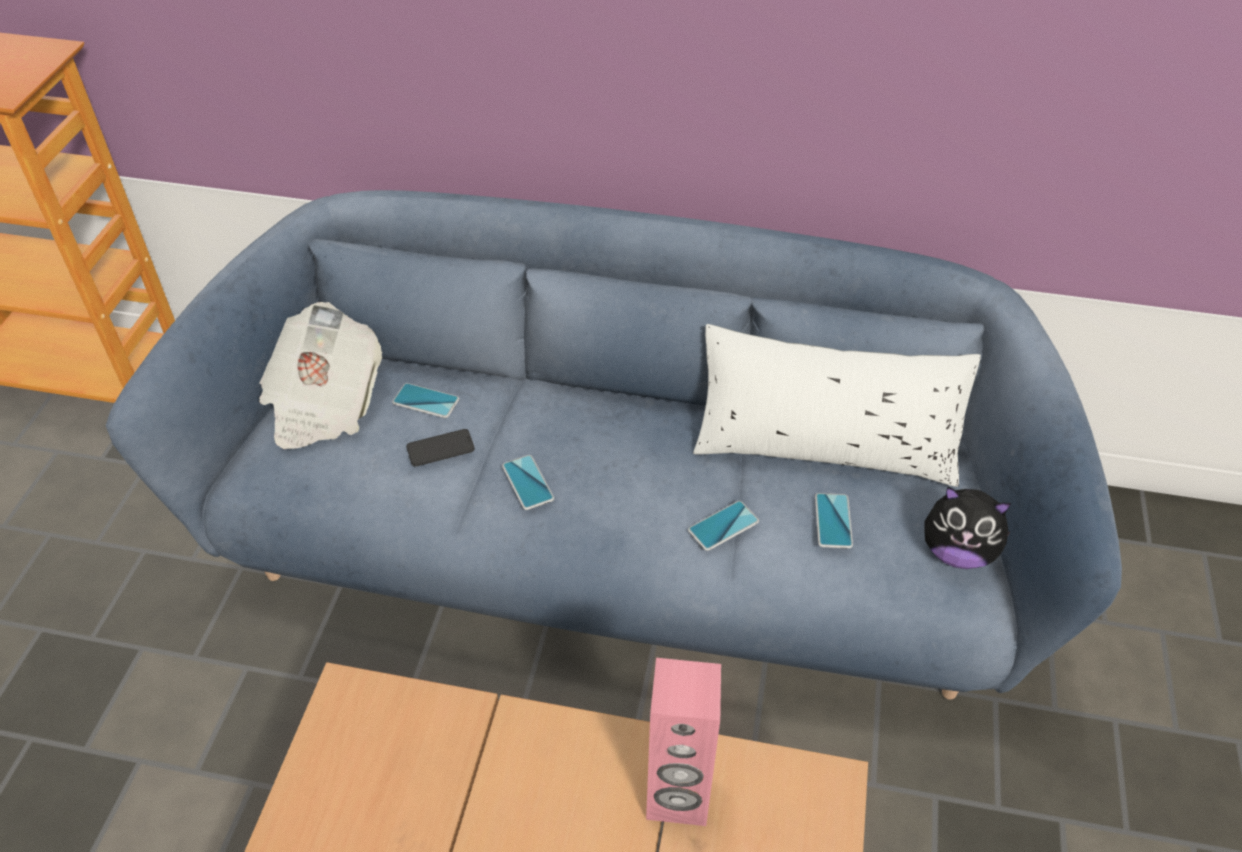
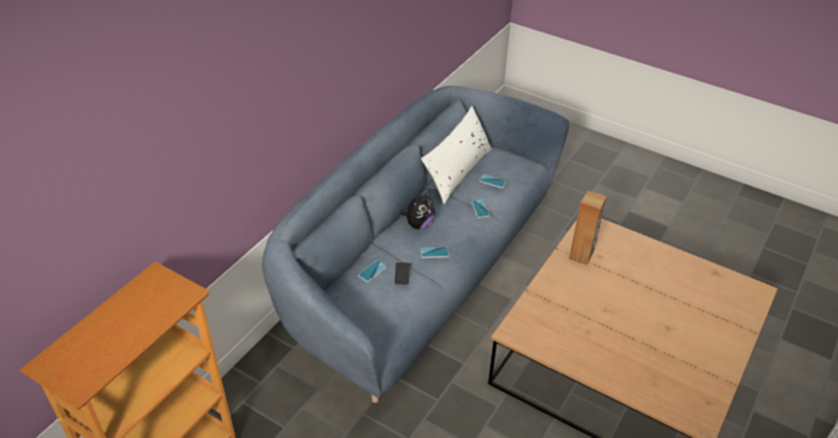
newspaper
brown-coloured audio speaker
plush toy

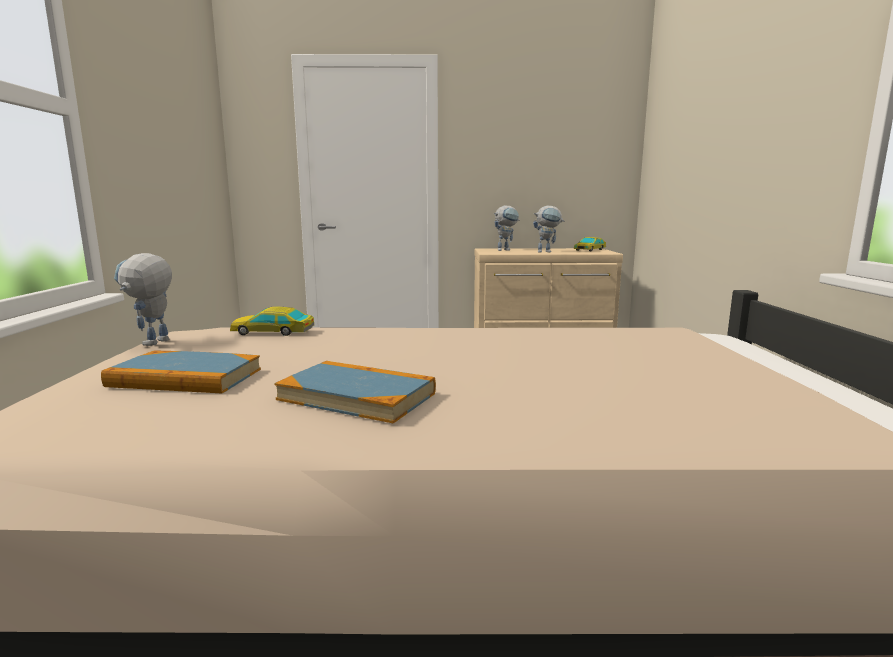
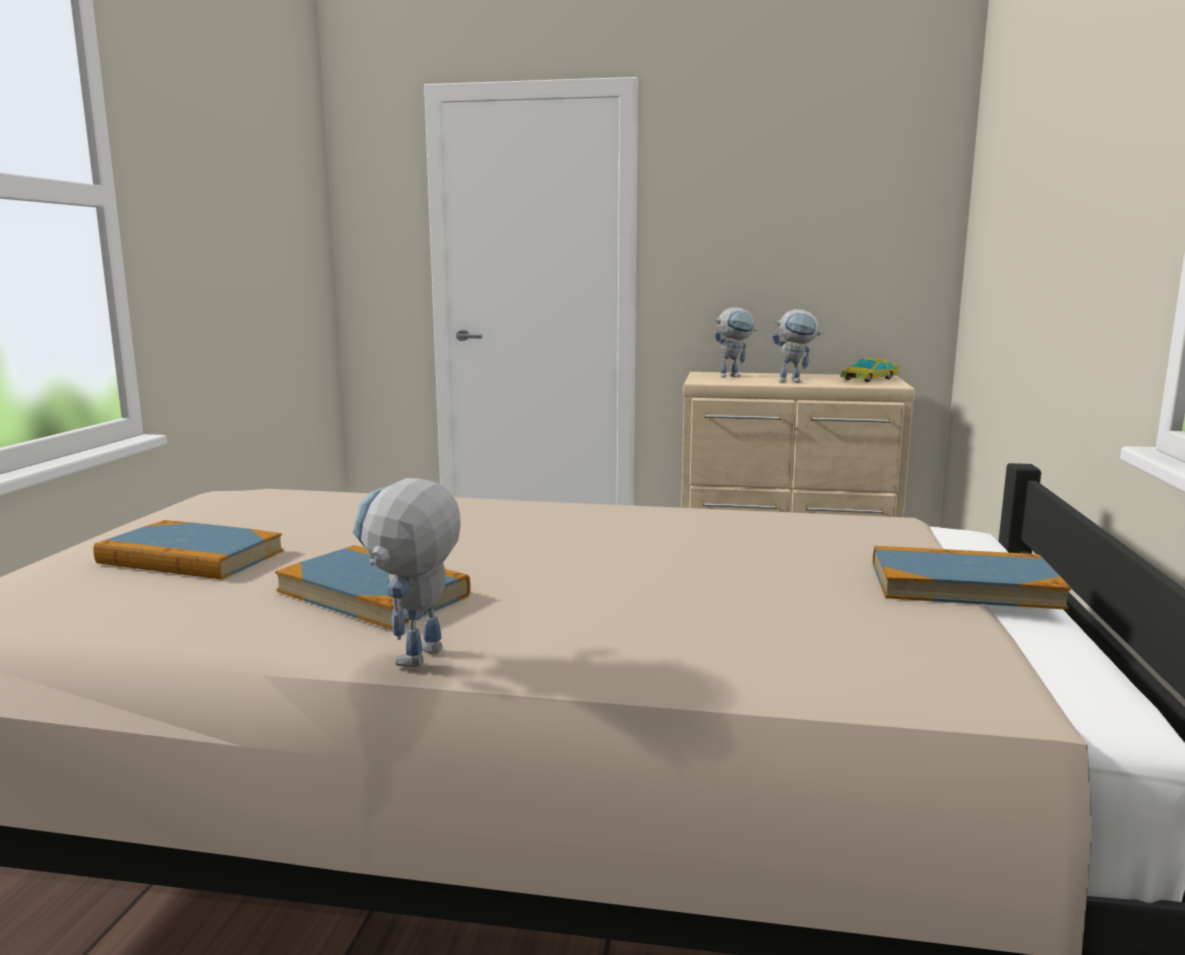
robot figure (no. 1 from left)
miniature car (no. 1 from left in the first image)
volume (no. 3 from left)

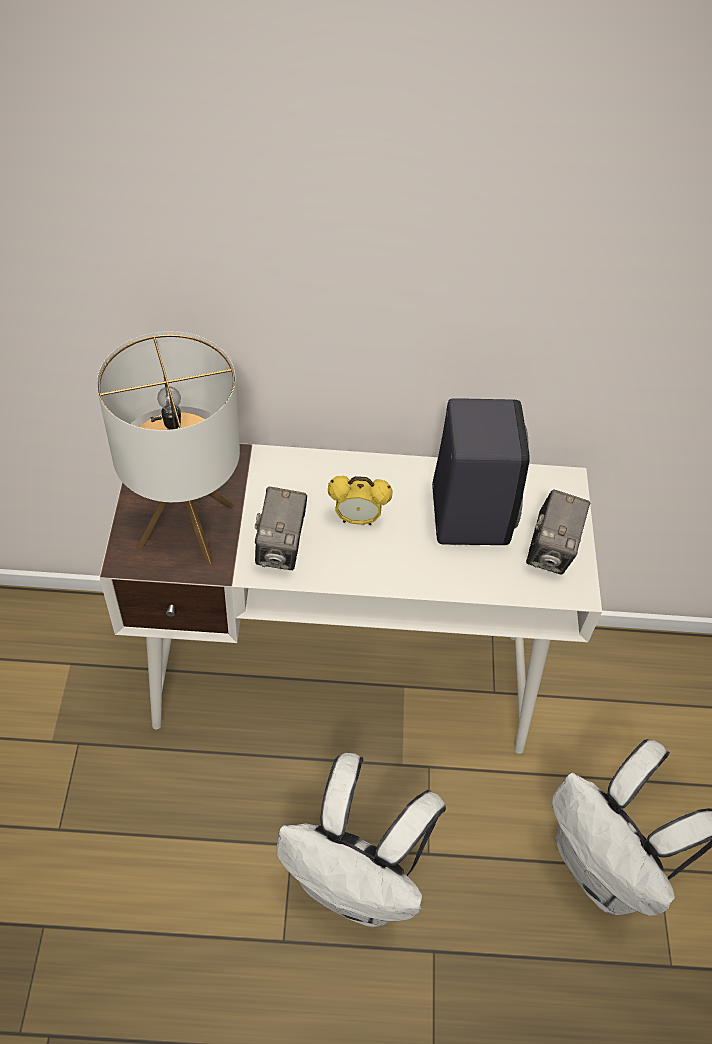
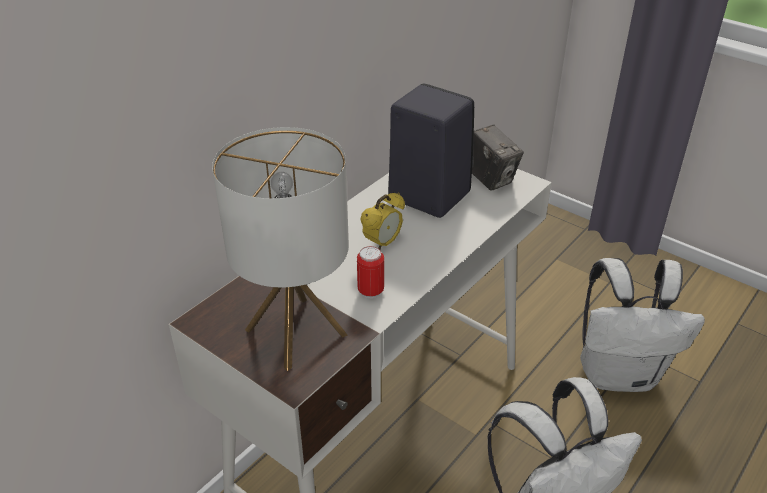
metal can

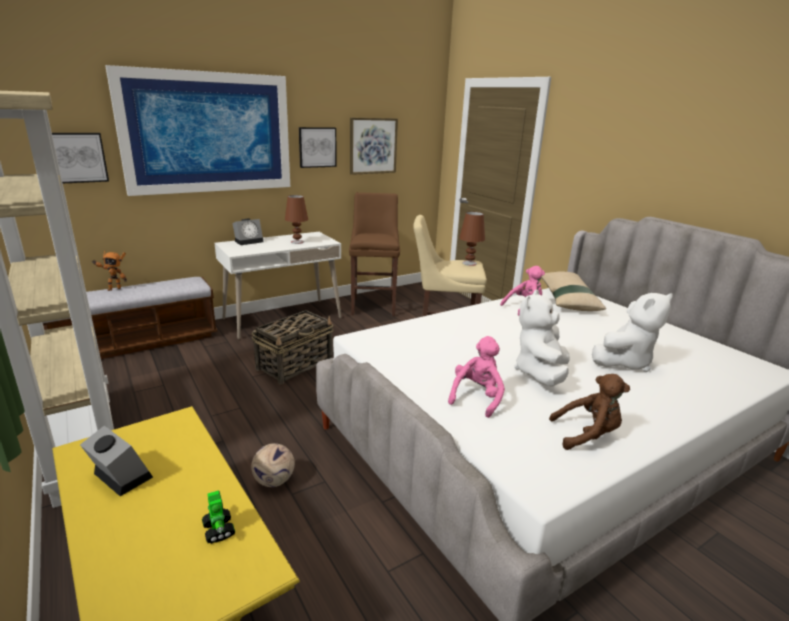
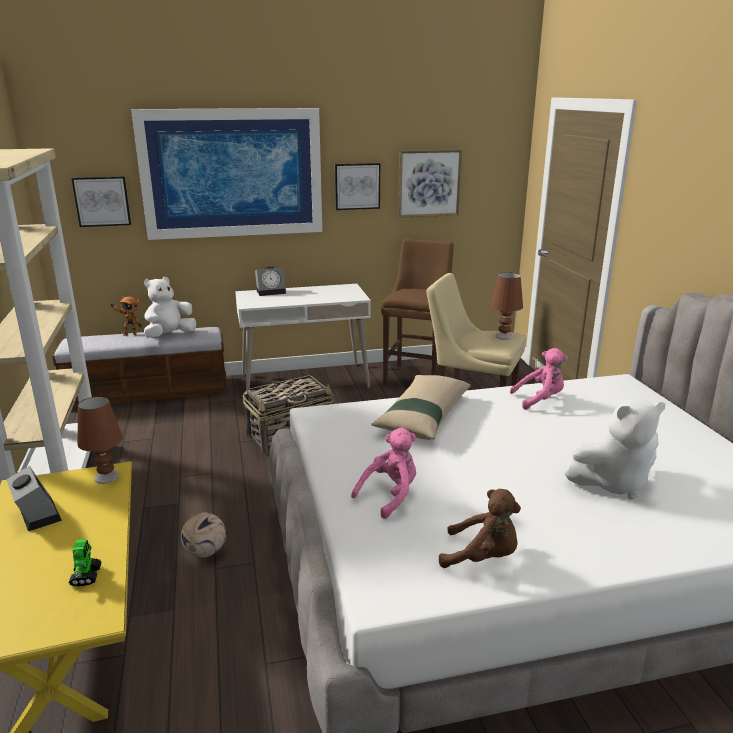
brown-coloured table lamp (no. 1 from left)
white-coloured plush toy (no. 1 from left)
beige throw pillow

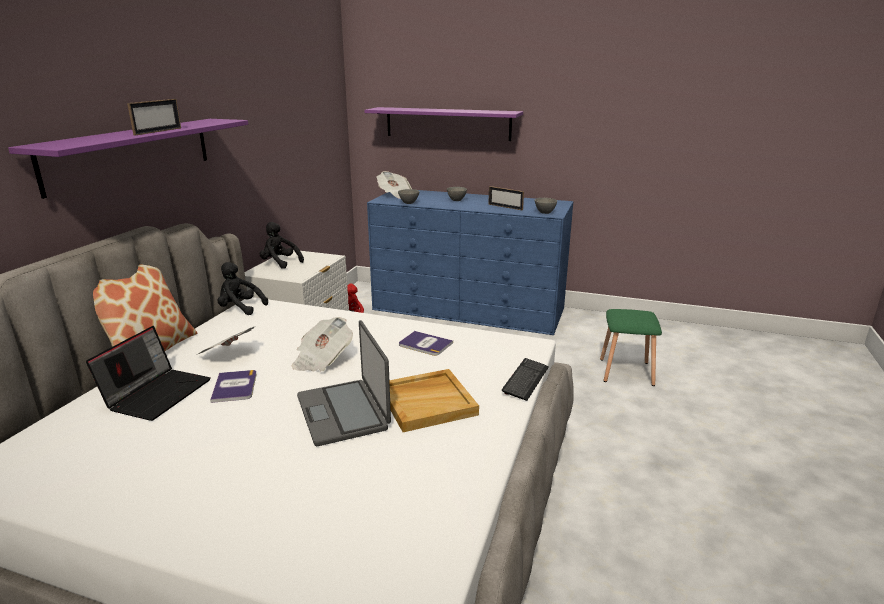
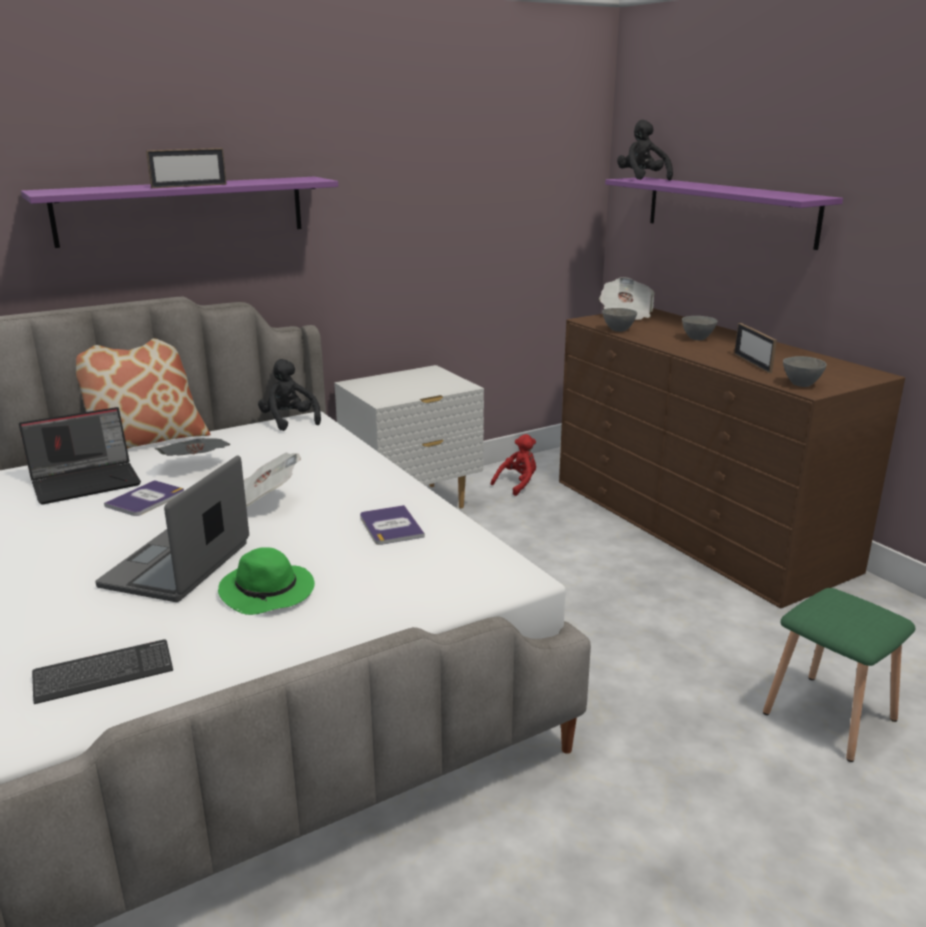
black-coloured plush toy (no. 2 from left)
brown-coloured drawer chest
greenish hat
keyboard

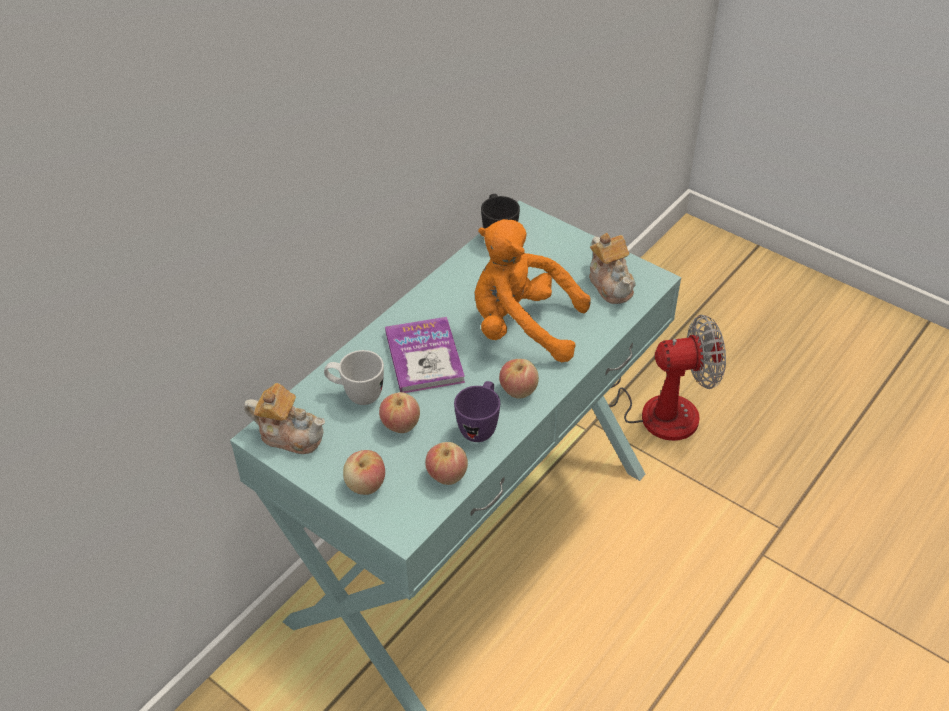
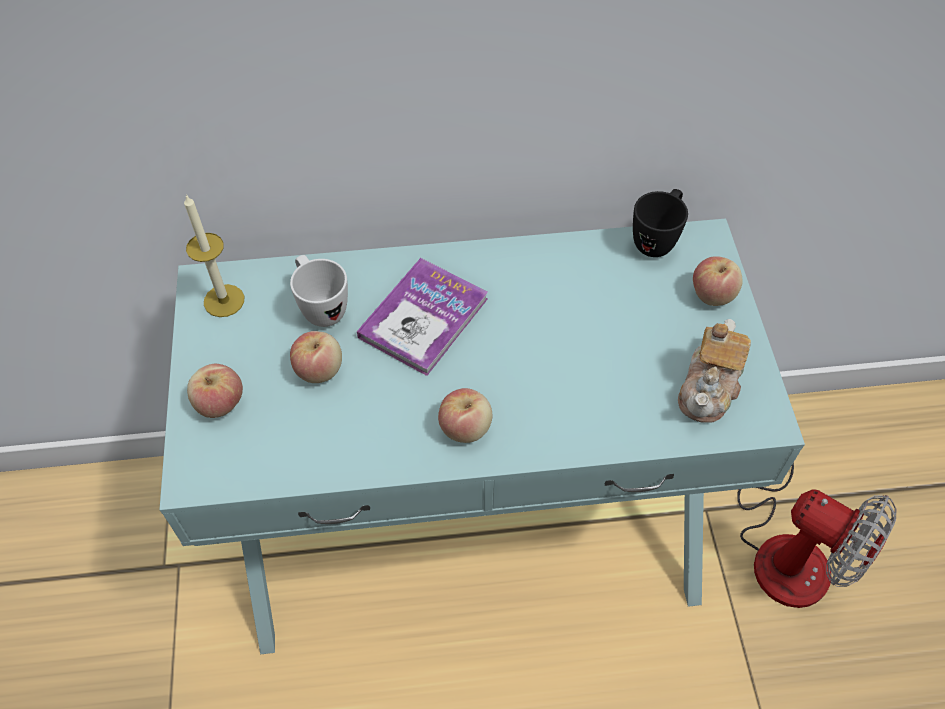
wax light
apple (no. 4 from left)
purple-coloured tea mug
orange plush toy

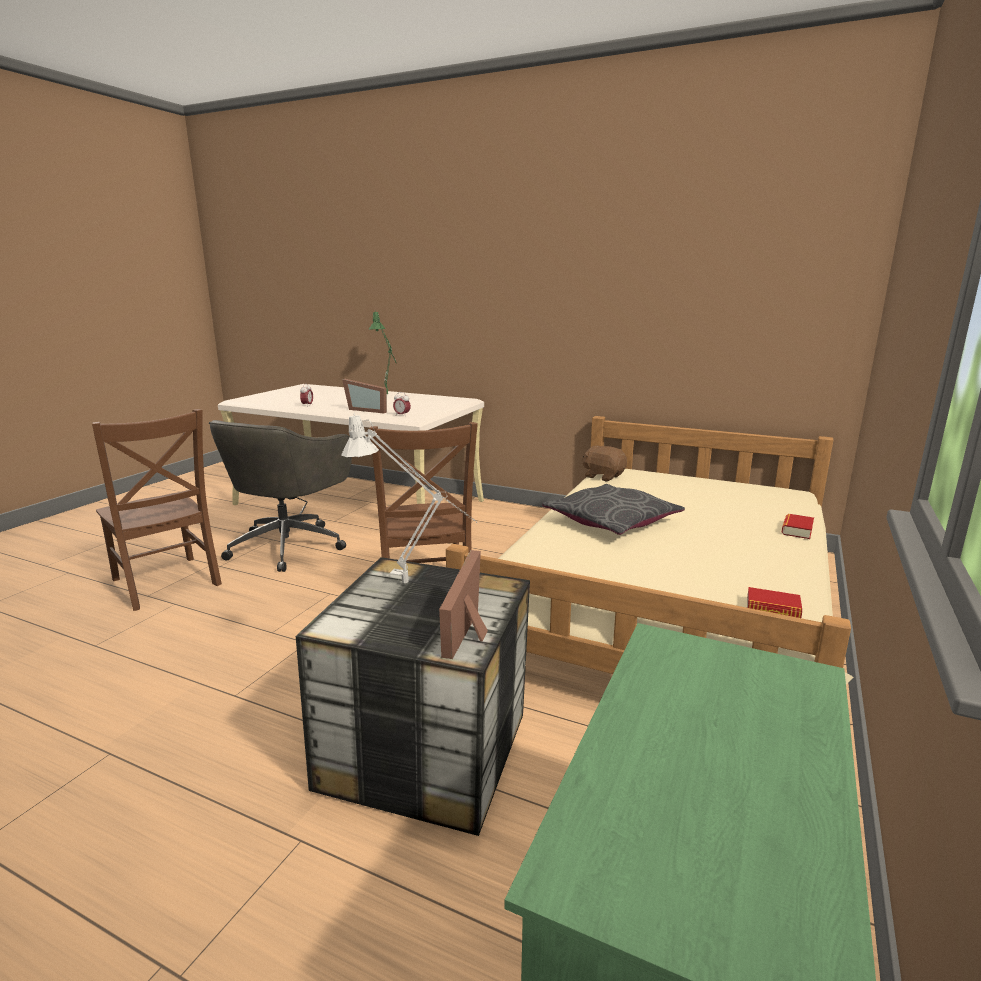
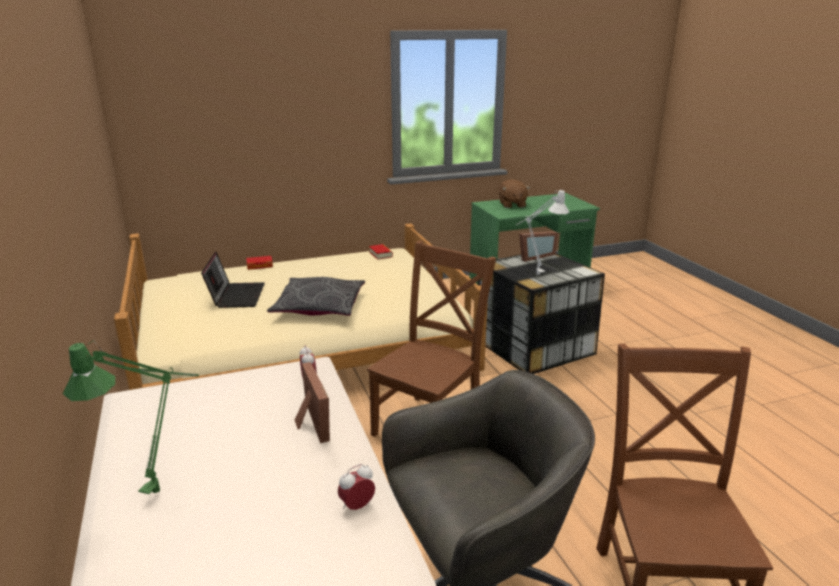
brown-coloured plush toy
laptop

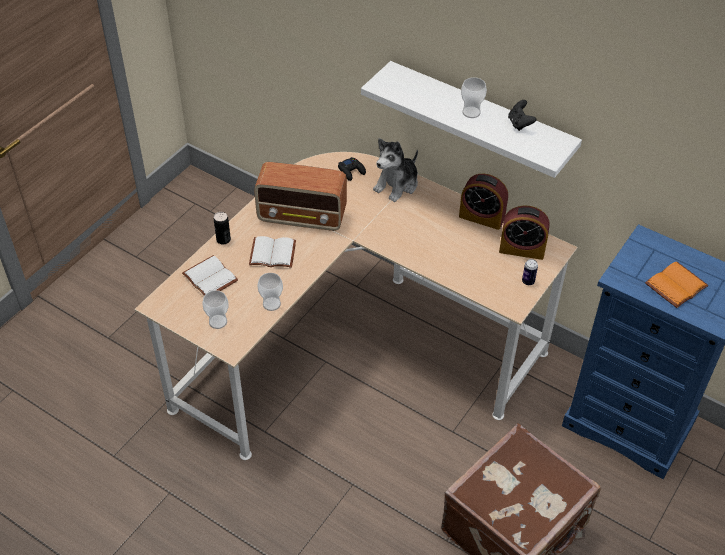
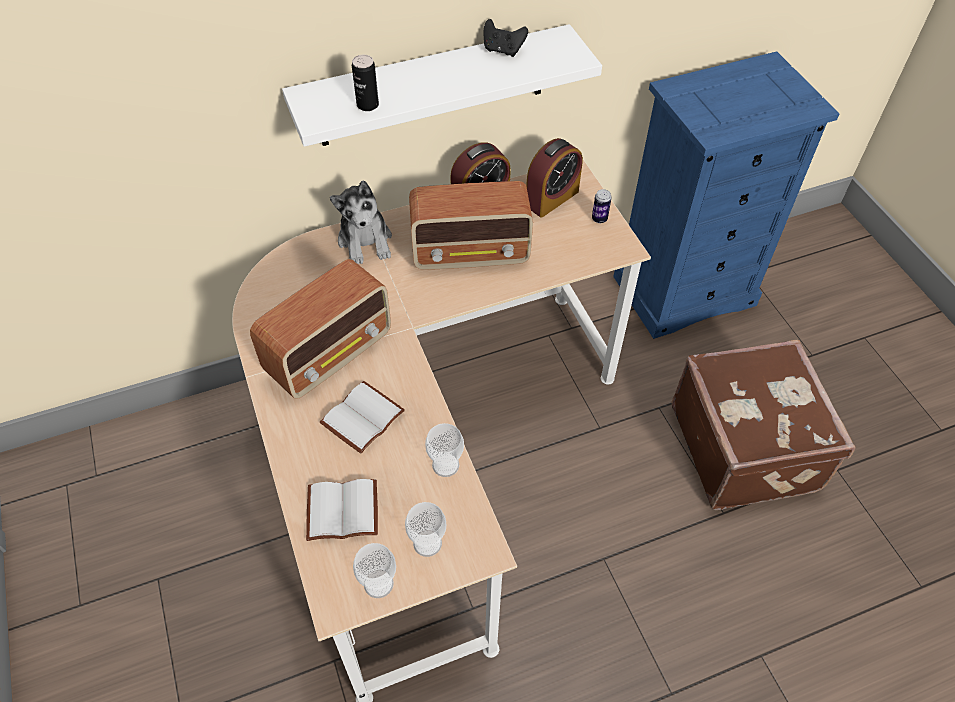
metal can (no. 1 from left)
black-coloured gamepad (no. 1 from left in the first image)
small cup (no. 1 from left)
orange volume
radio receiver (no. 2 from left)

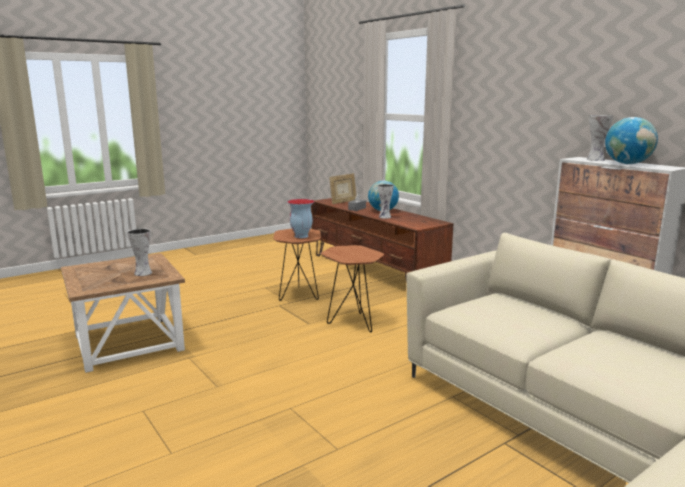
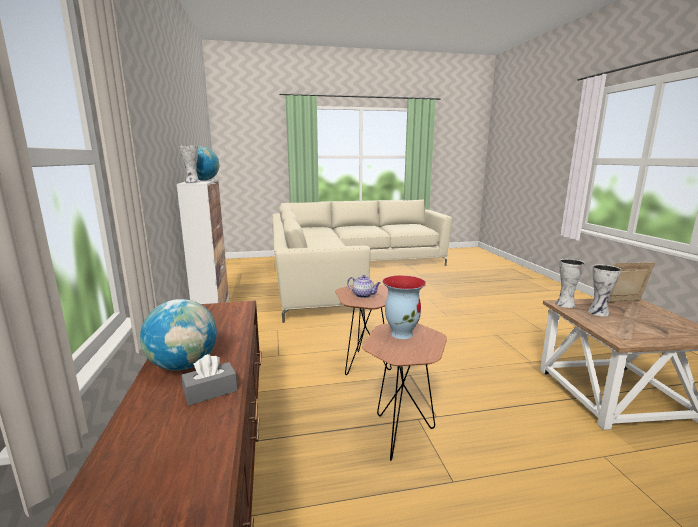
photo frame
flower vase (no. 3 from left)
pot for tea

